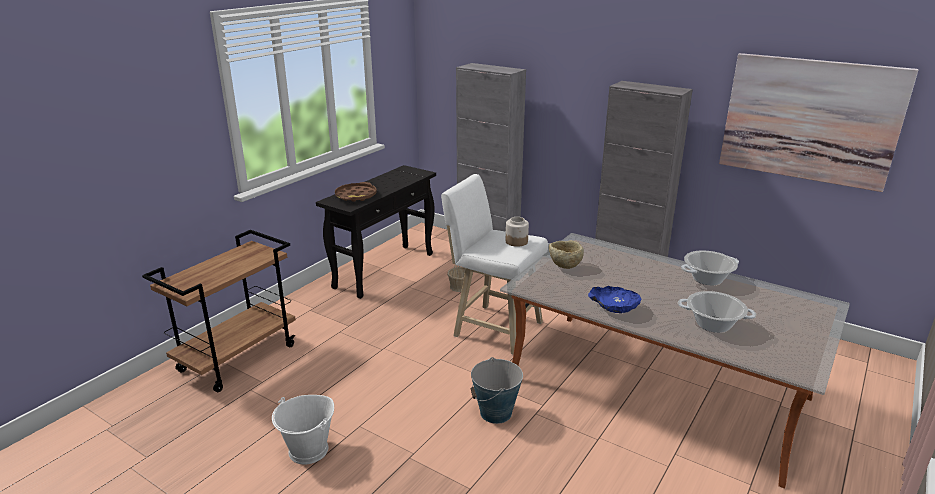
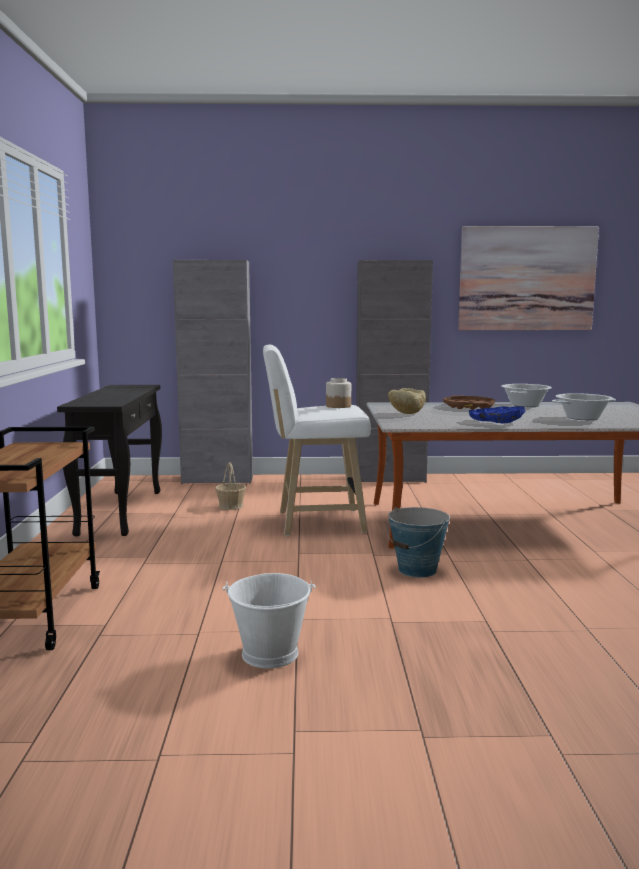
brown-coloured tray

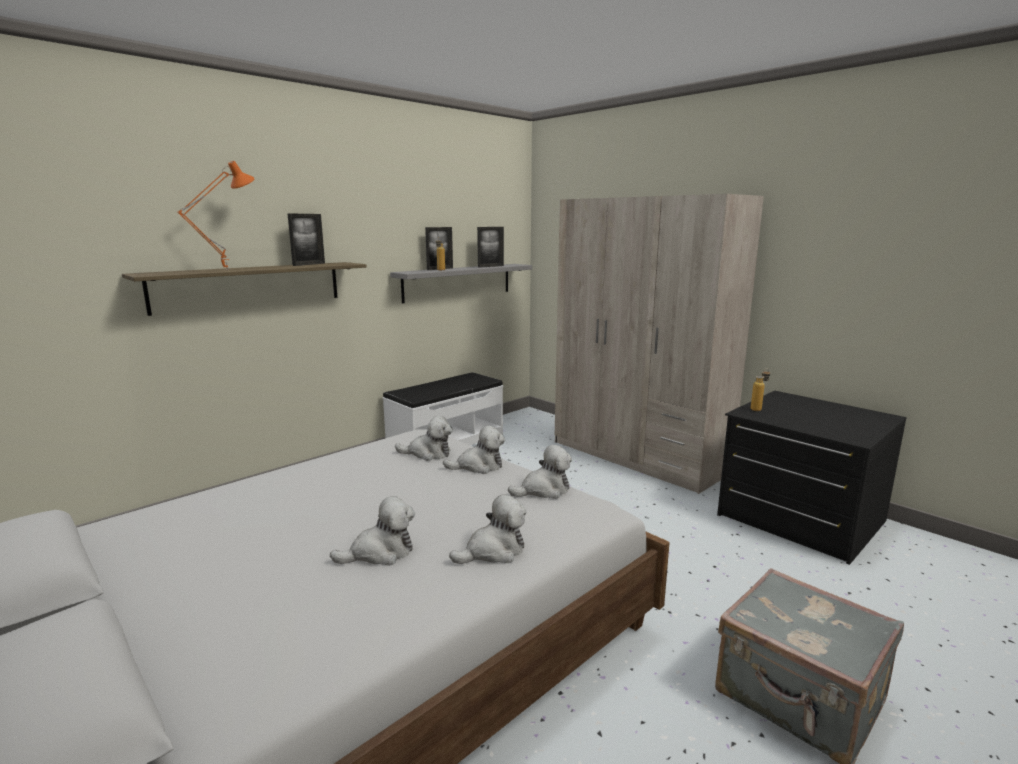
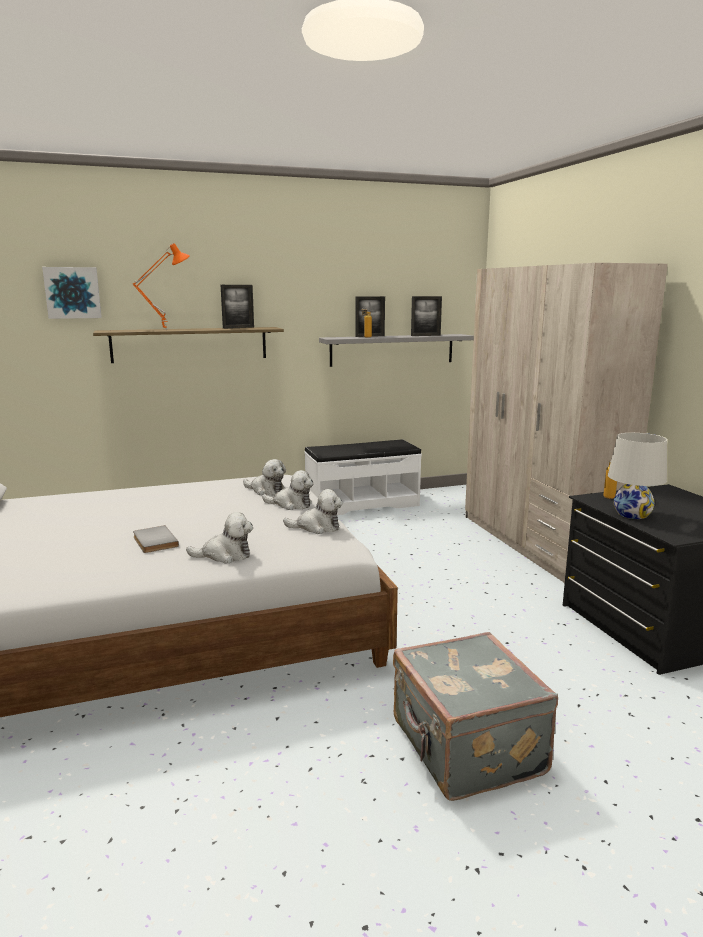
greyish volume
wall art
white-coloured table lamp

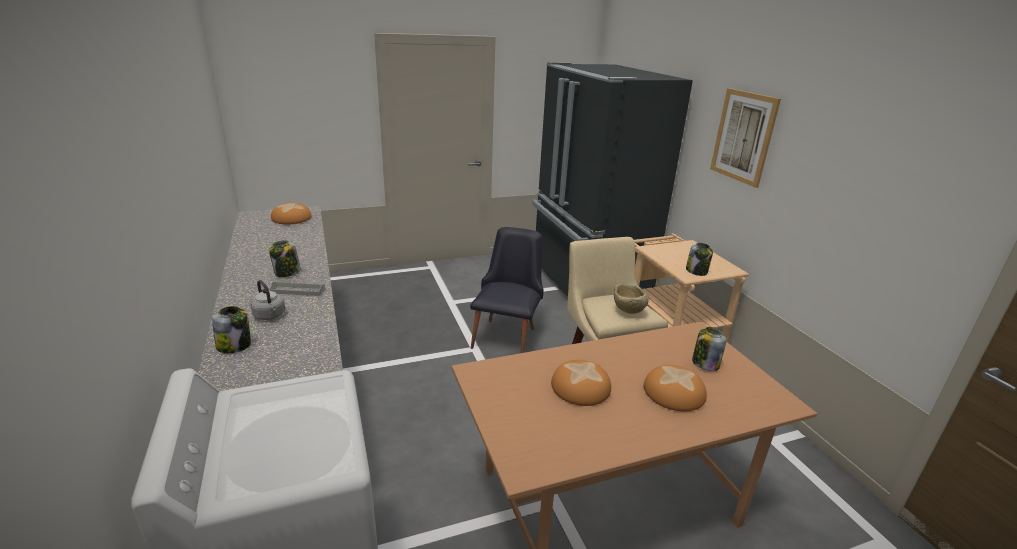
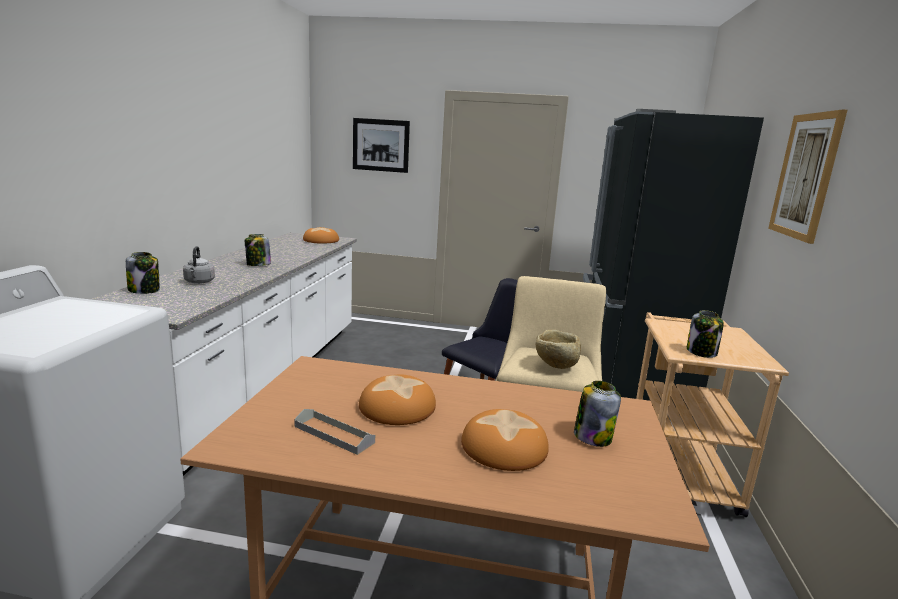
greyish tray
wall art (no. 1 from left)

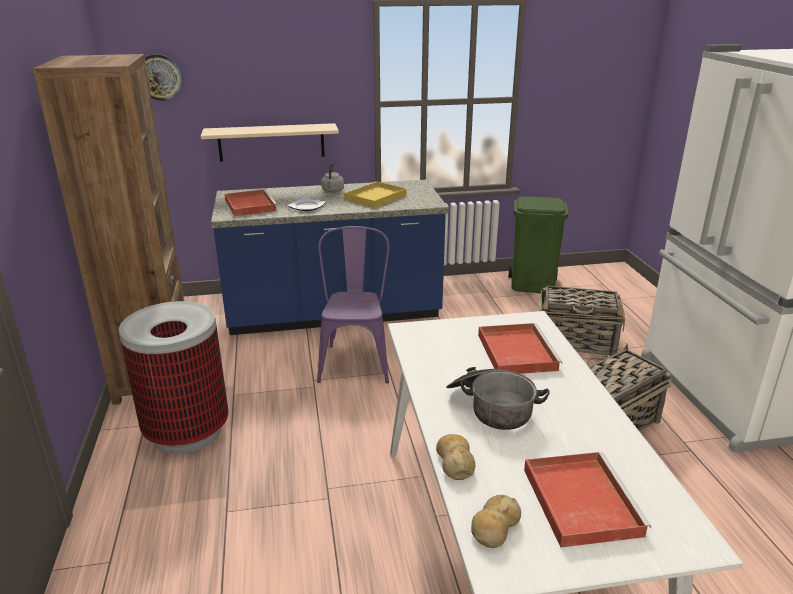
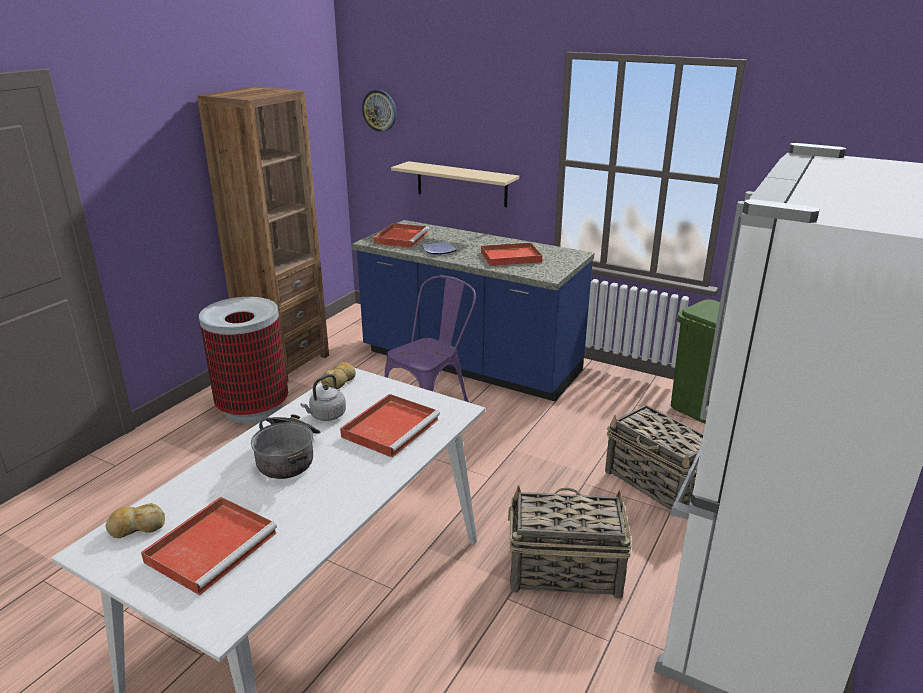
greyish tea kettle
red tray (no. 4 from left)
baked bread (no. 2 from left)

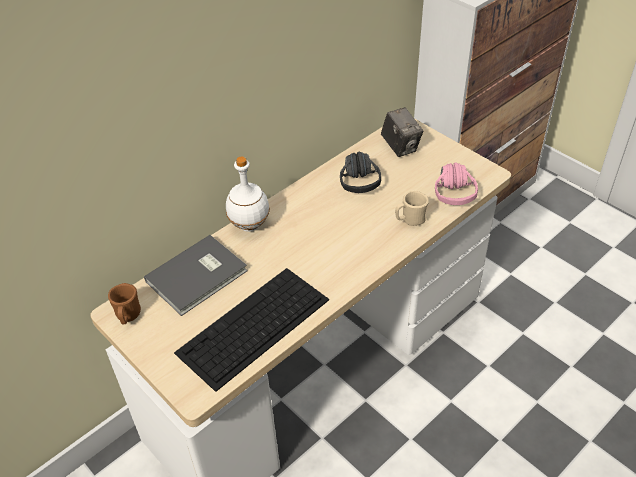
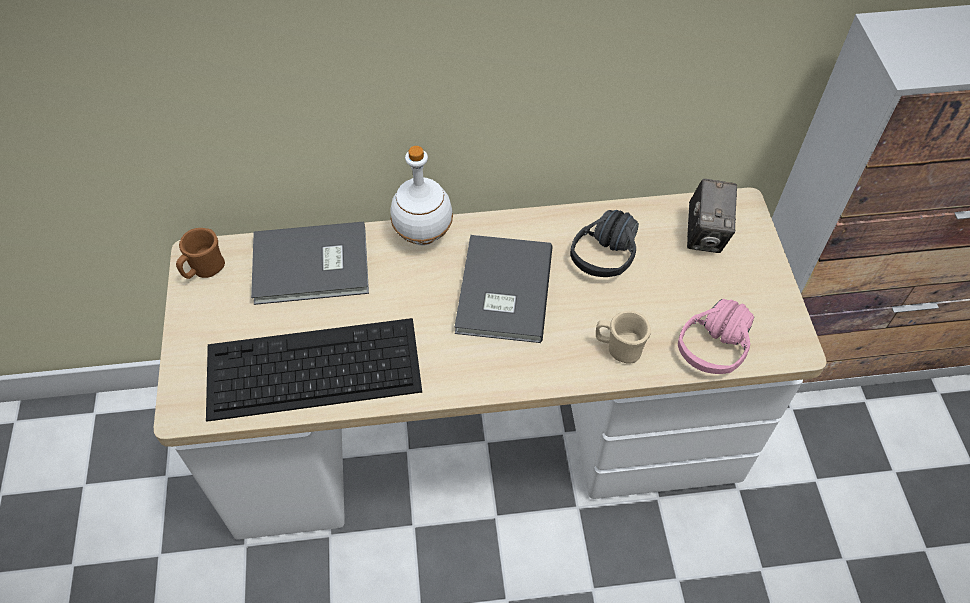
greyish volume (no. 2 from left)

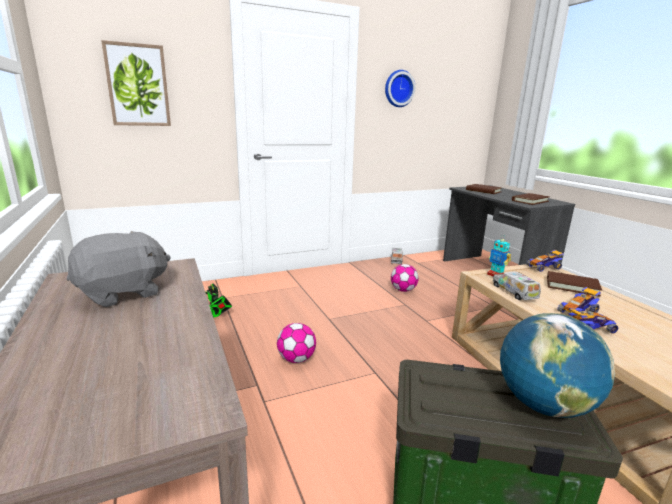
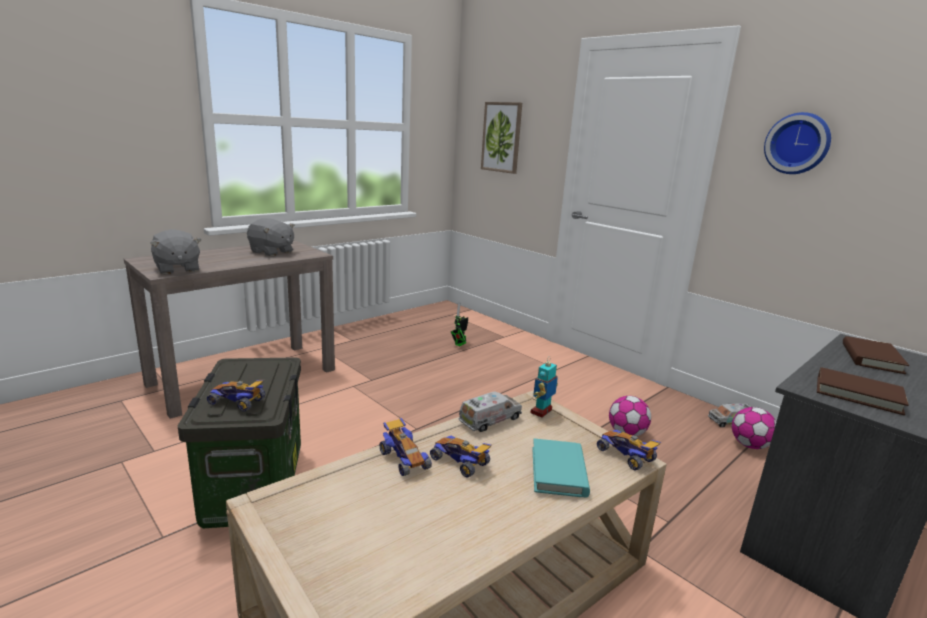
football ball (no. 2 from left)
miniature car (no. 1 from left)
turquoise-coloured volume
greyish plush toy (no. 1 from left)

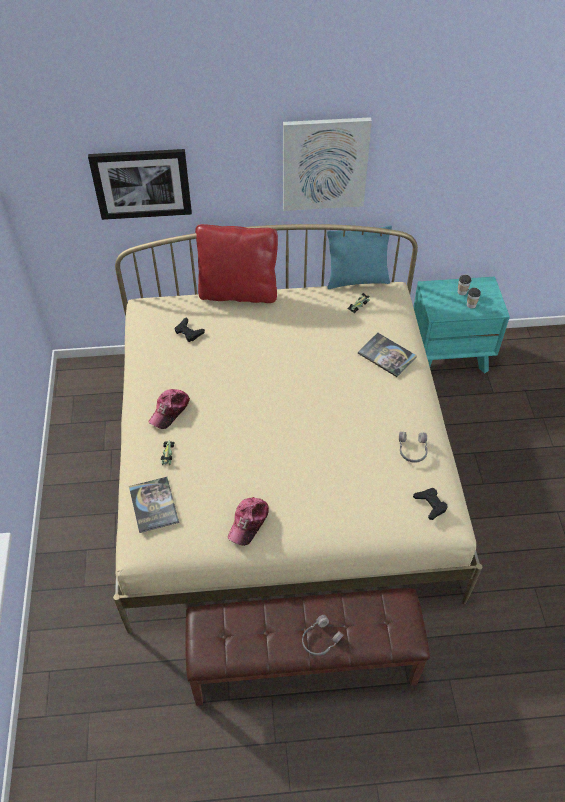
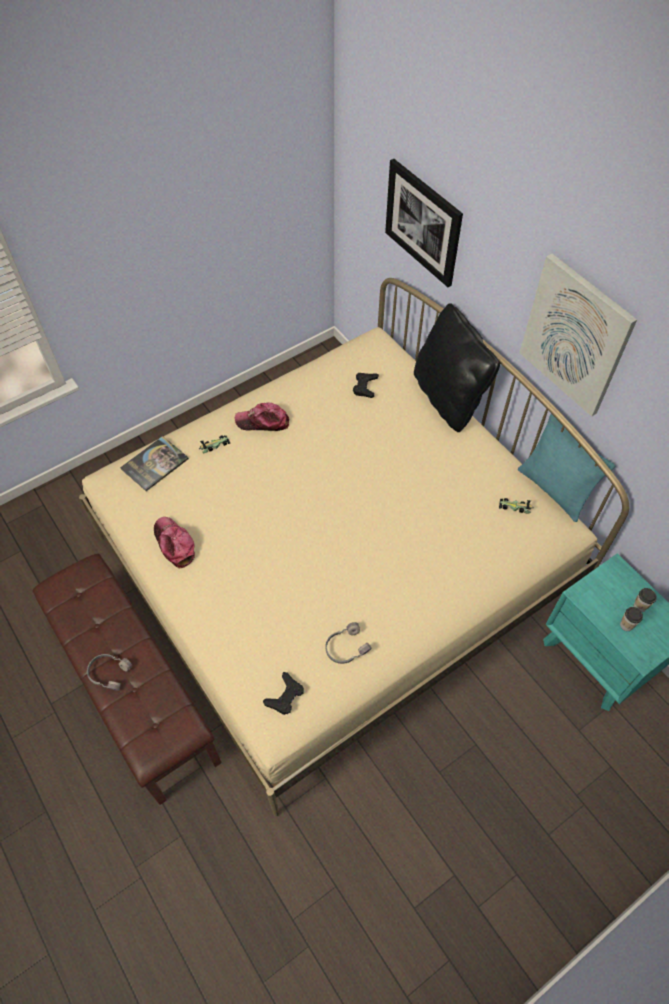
black-coloured throw pillow
peaked cap (no. 1 from left)
volume (no. 2 from left in the first image)

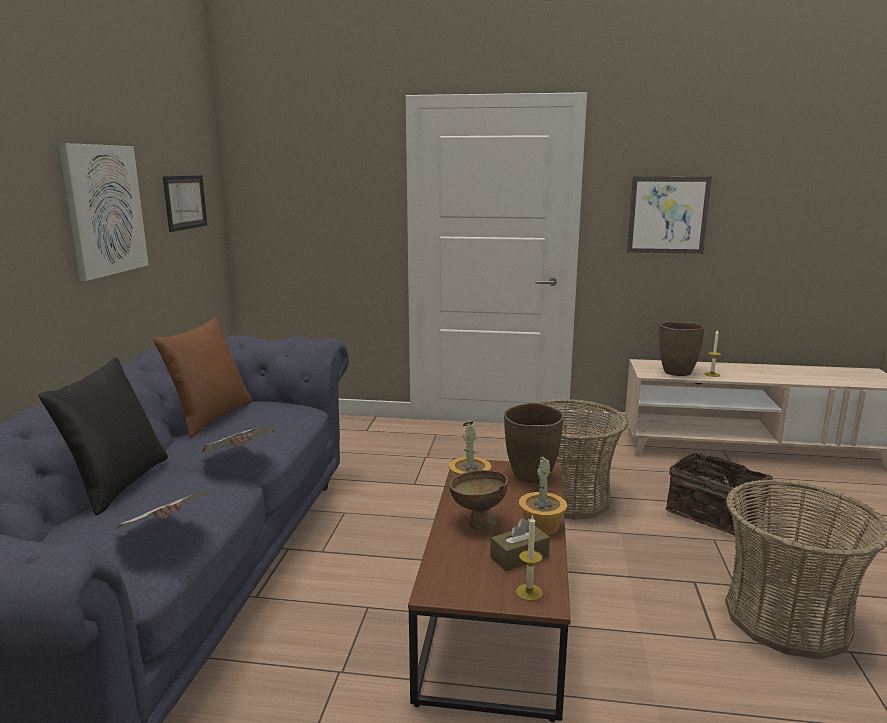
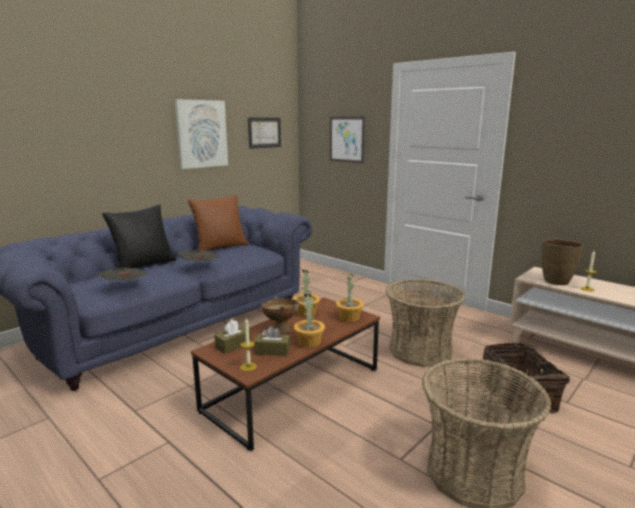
plant in a pot (no. 3 from left)
wall art (no. 3 from left)
brown-coloured tissue box (no. 1 from left)

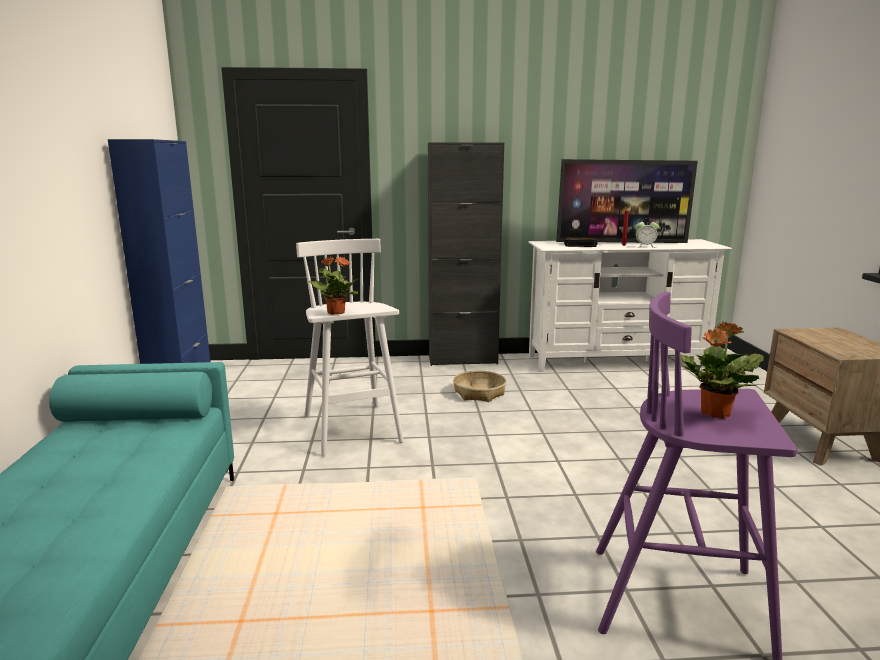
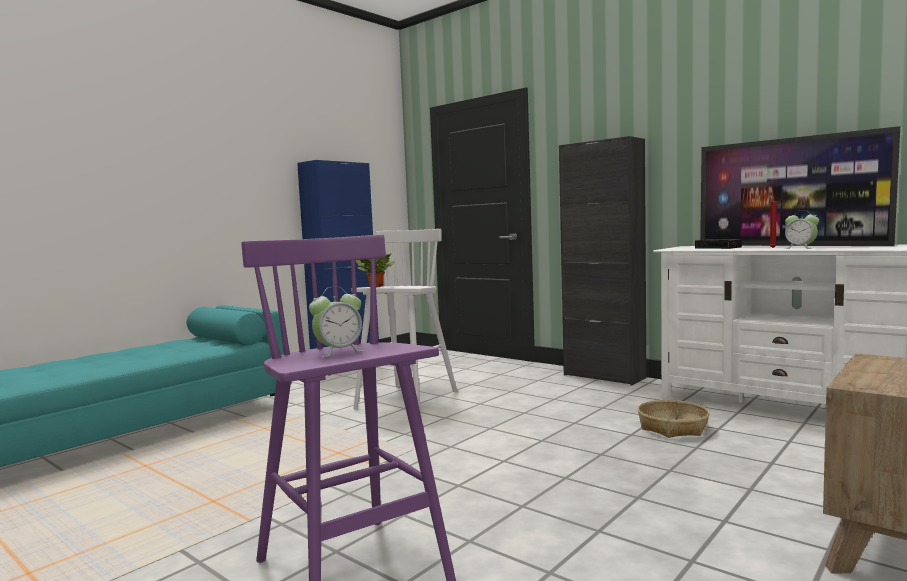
household basket
bedside clock (no. 1 from left)

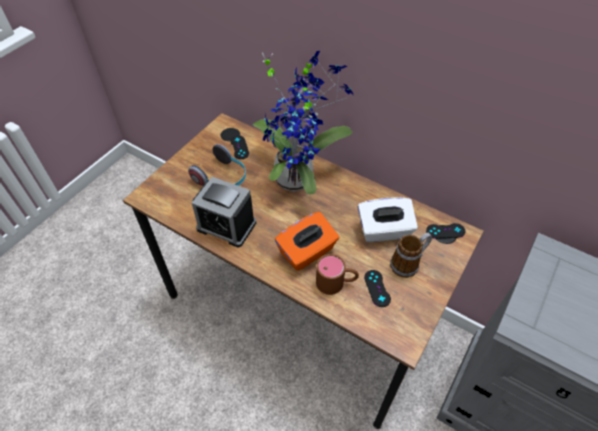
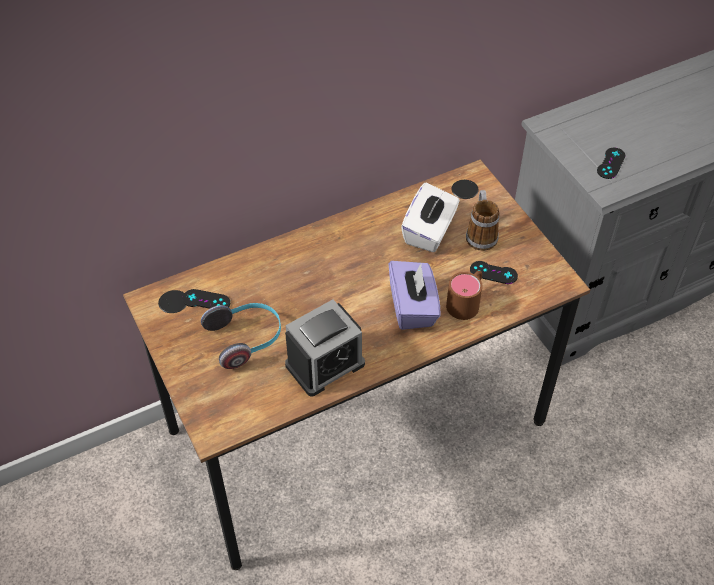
plant in a pot
purple-coloured tissue box
black-coloured gamepad (no. 3 from left)

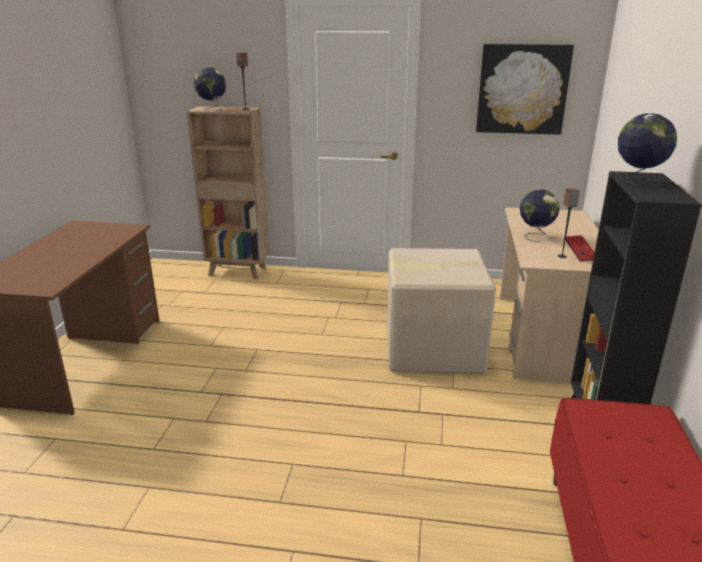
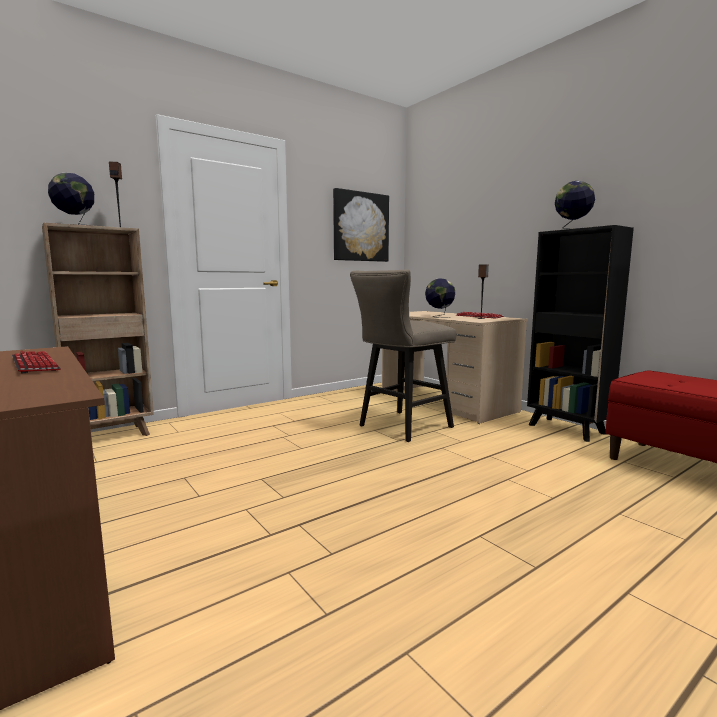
beige stool
keyboard (no. 1 from left)

